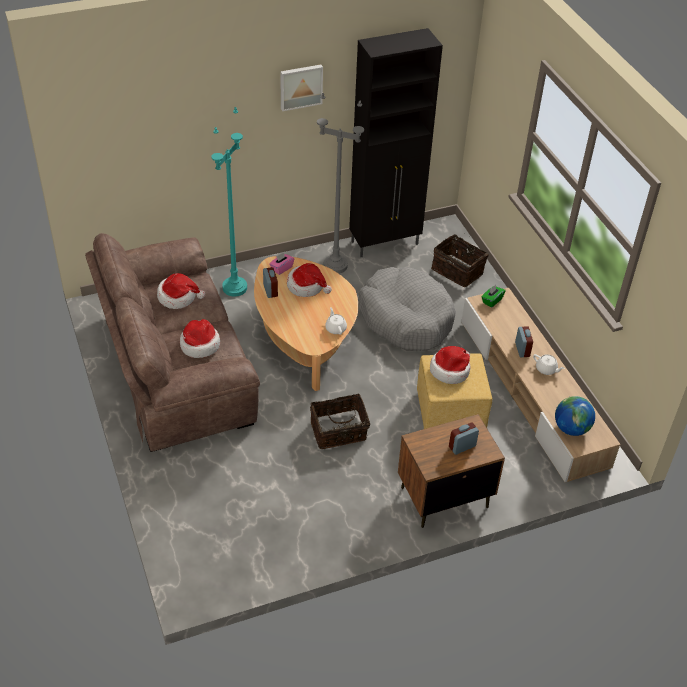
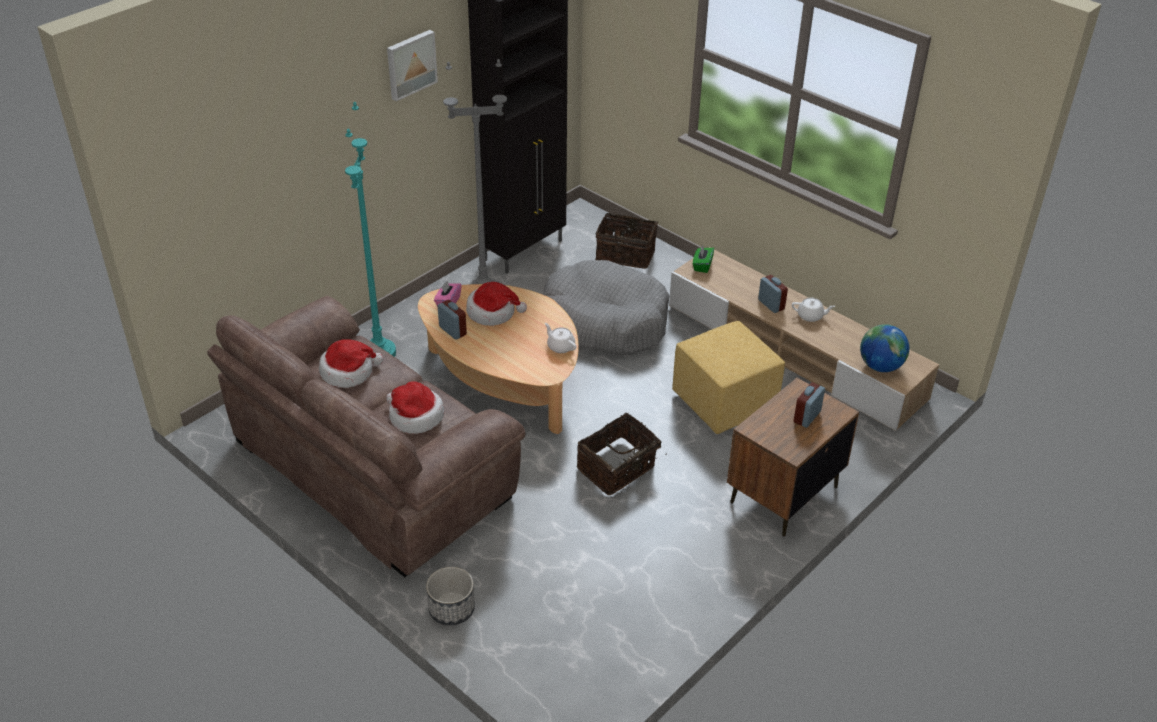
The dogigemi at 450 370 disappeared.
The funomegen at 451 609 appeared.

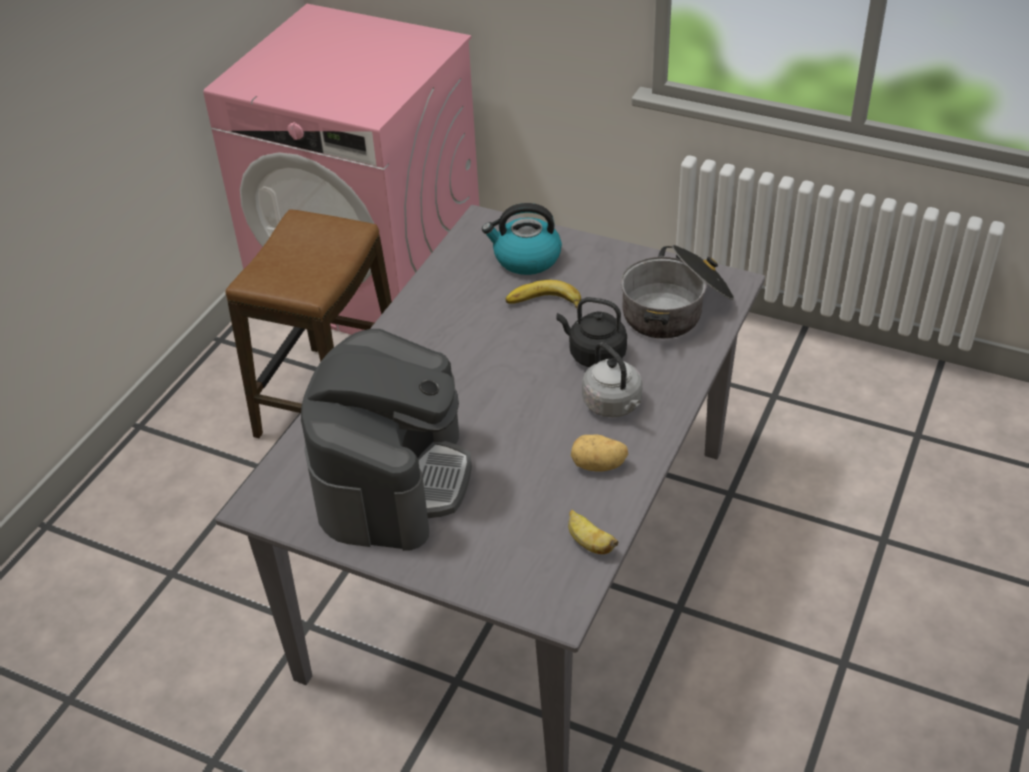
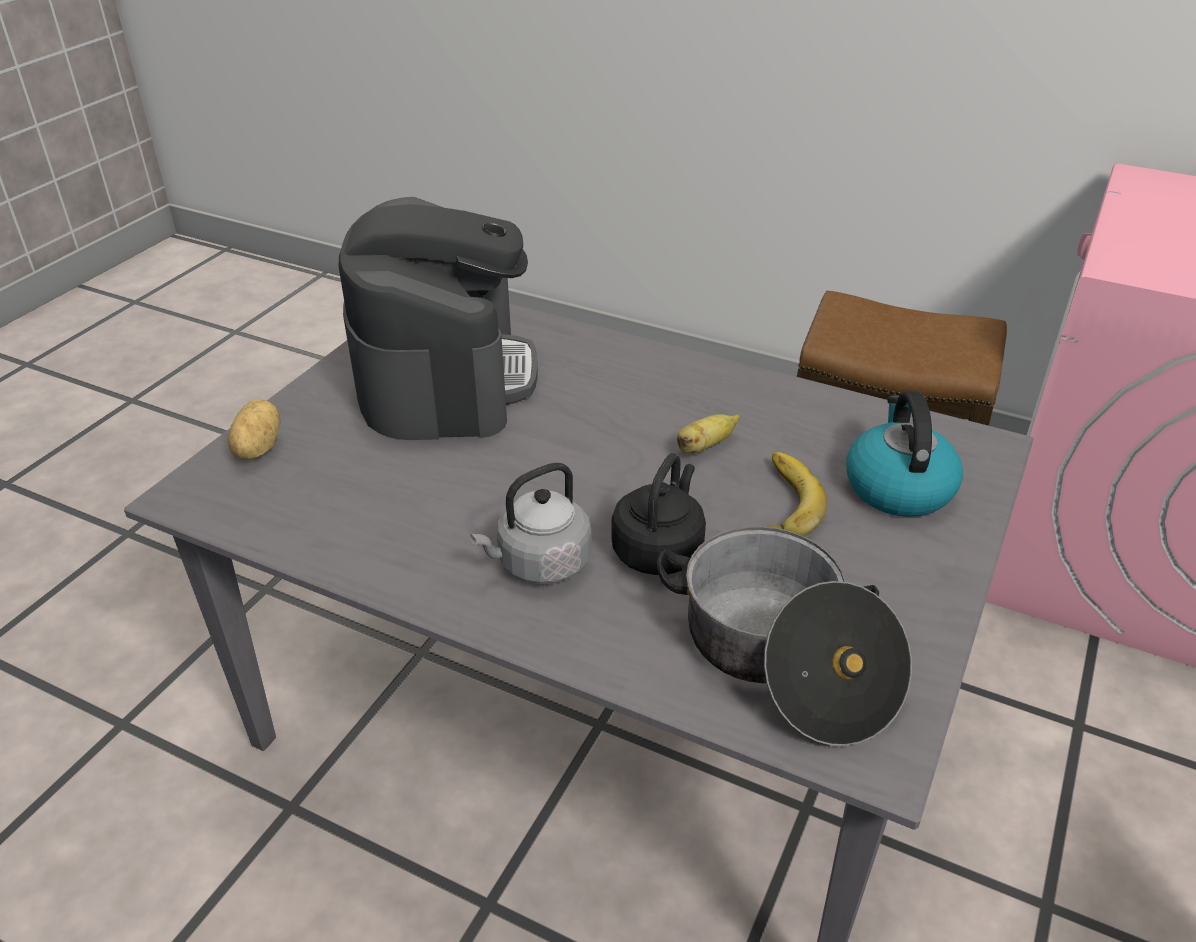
The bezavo at 392 478 turned 105 degrees counterclockwise.
The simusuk moved from 589 543 to 705 446.
The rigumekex moved from 598 466 to 256 449.

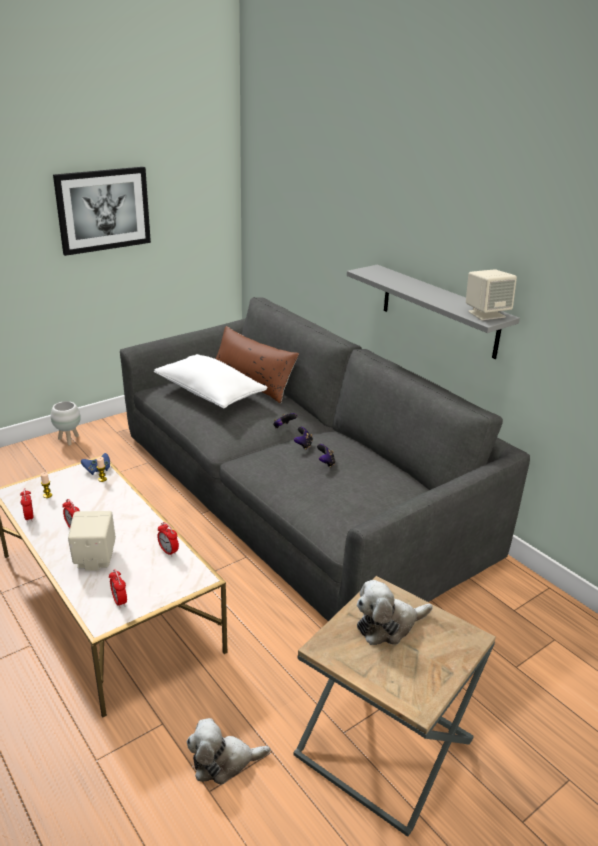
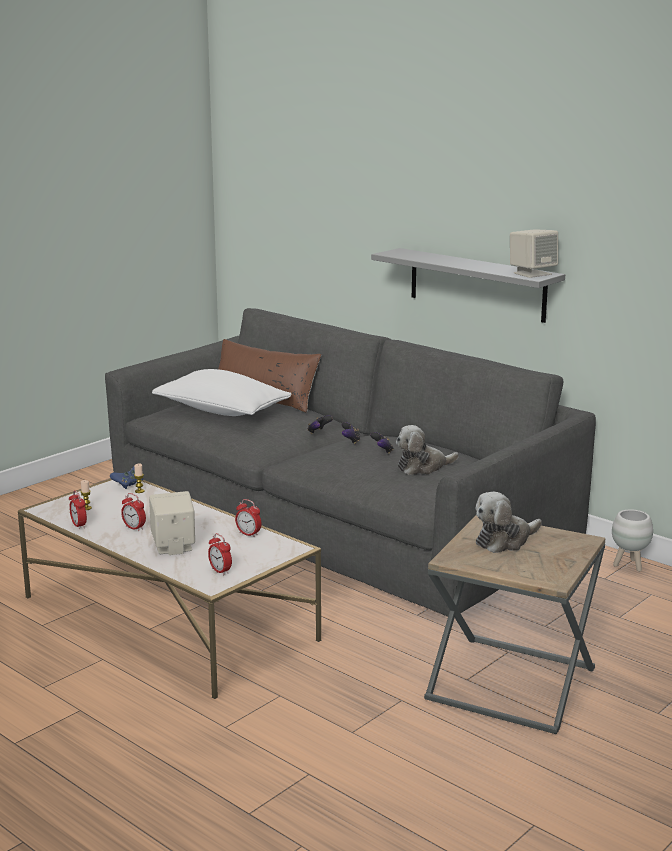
The white_funomegen moved from 69 440 to 629 566.
The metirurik at 103 210 disappeared.
The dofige moved from 223 762 to 423 467.

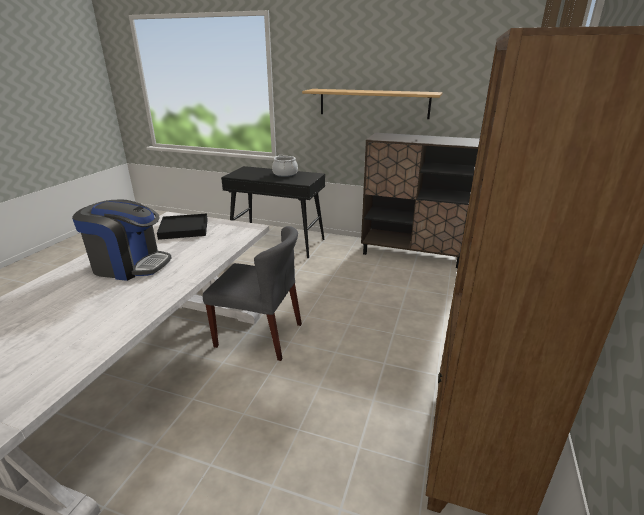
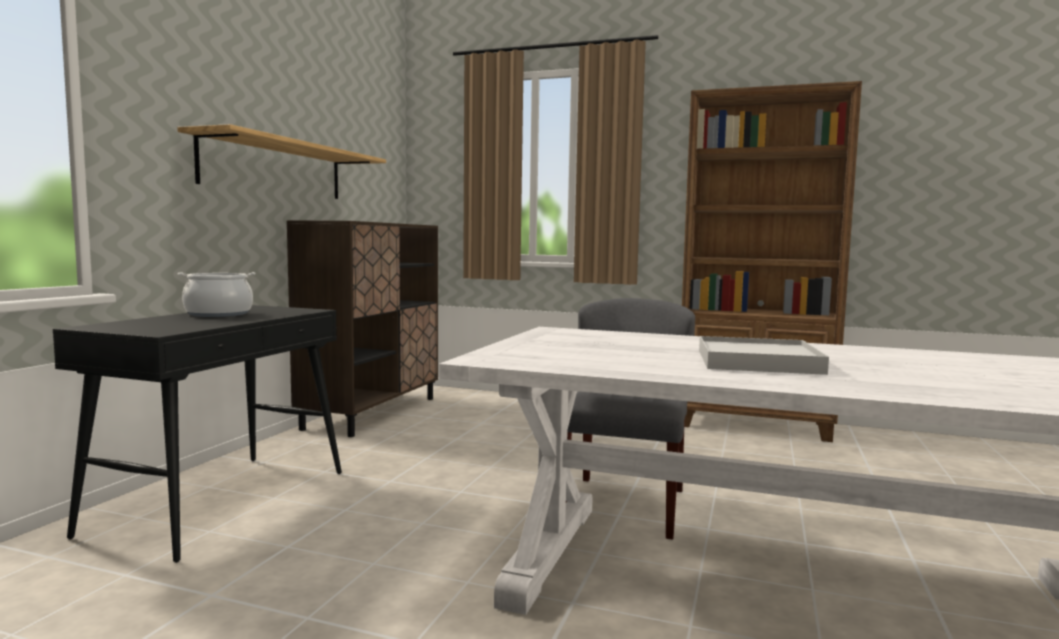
The bezavo at 130 265 was replaced by the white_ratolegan at 757 362.
The black_ratolegan at 184 229 disappeared.

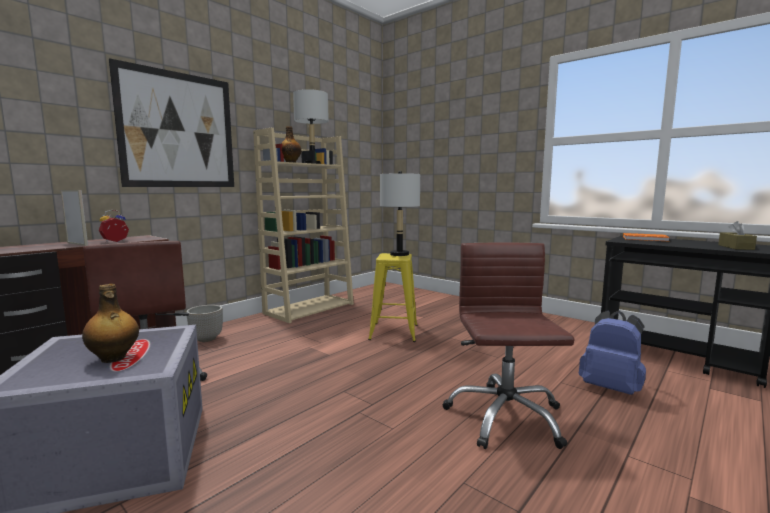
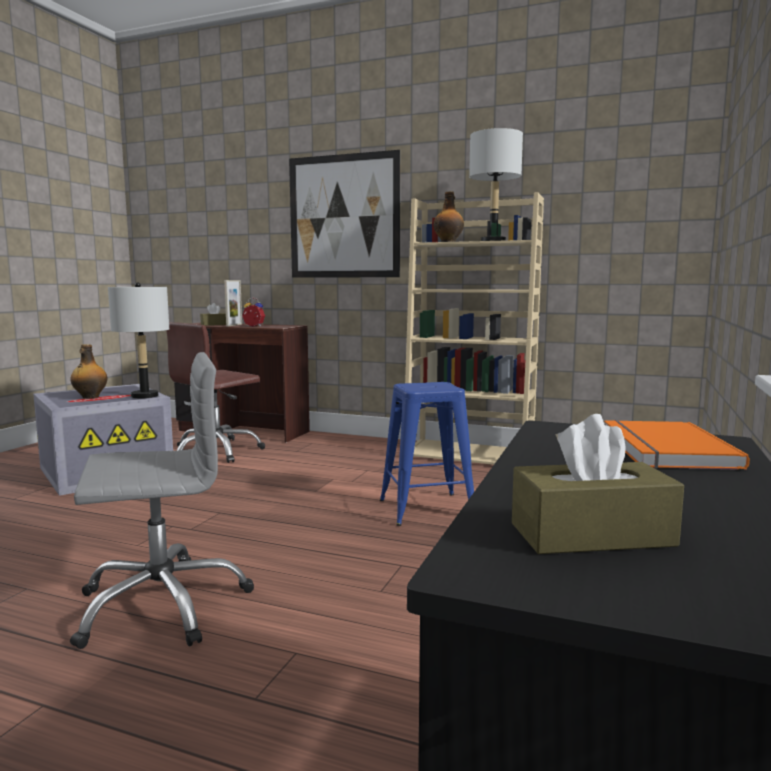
The funomegen at 206 338 disappeared.
The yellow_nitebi at 394 332 became the blue_nitebi at 427 509.
The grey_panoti moved from 399 254 to 144 396.
The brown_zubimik at 504 417 became the grey_zubimik at 162 604.
The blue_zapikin at 611 388 disappeared.
The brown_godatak at 214 324 appeared.

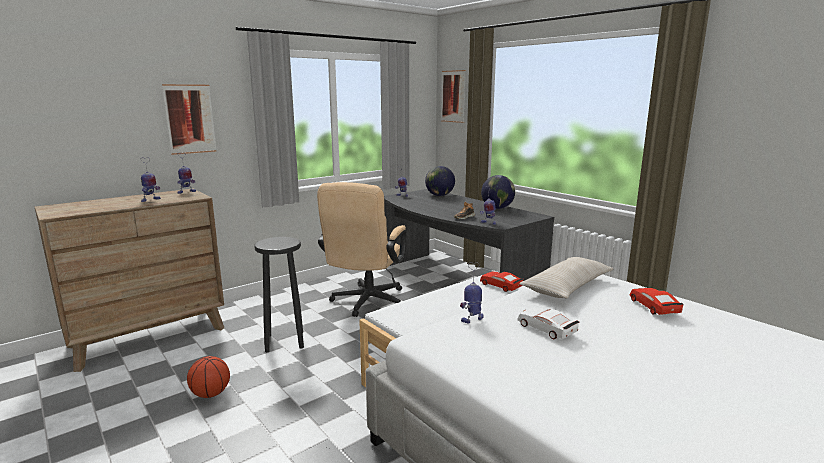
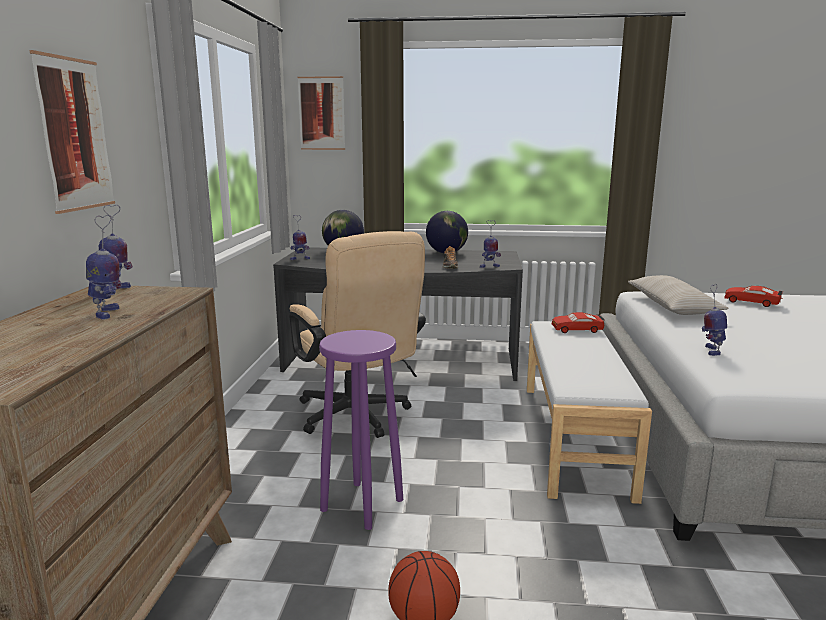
The black_nitebi at 285 341 became the purple_nitebi at 361 504.
The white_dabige at 547 329 disappeared.

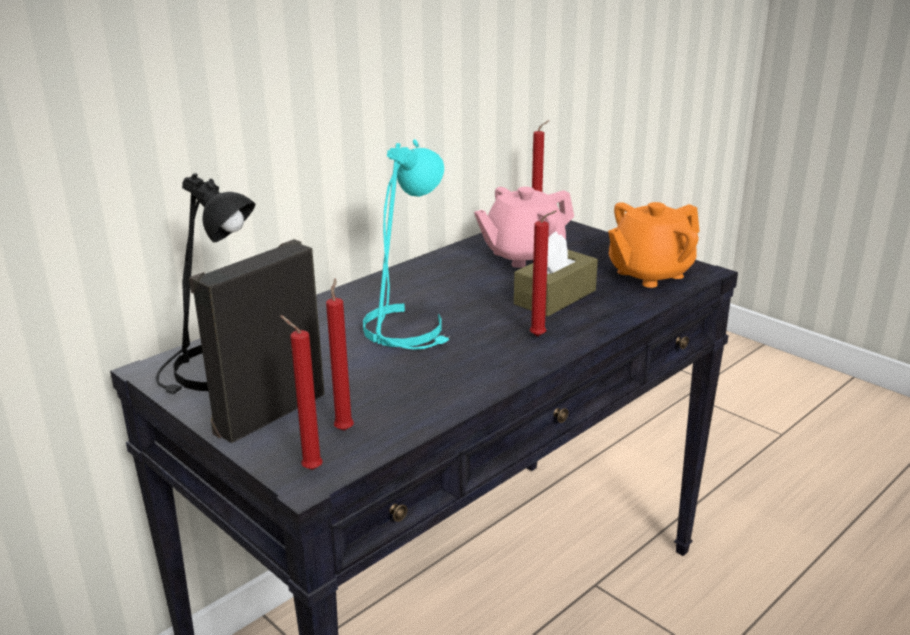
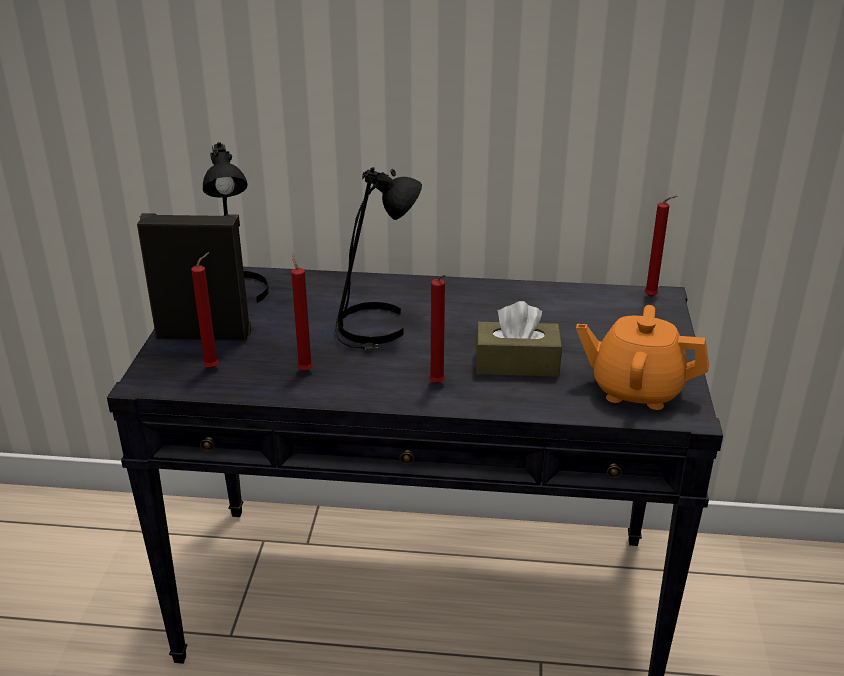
The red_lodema moved from 309 469 to 304 370.
The turquoise_panoti at 407 329 became the black_panoti at 374 328.
The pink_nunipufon at 523 255 disappeared.

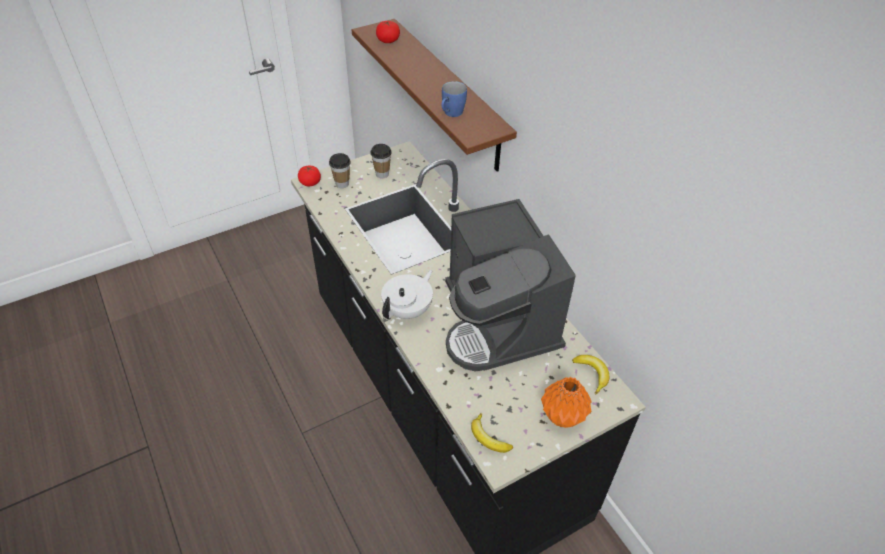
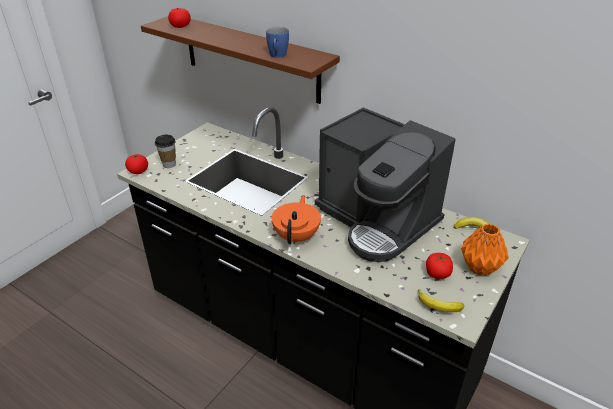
The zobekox at 382 174 disappeared.
The white_nunipufon at 408 310 became the orange_nunipufon at 297 236.
The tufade at 437 274 appeared.

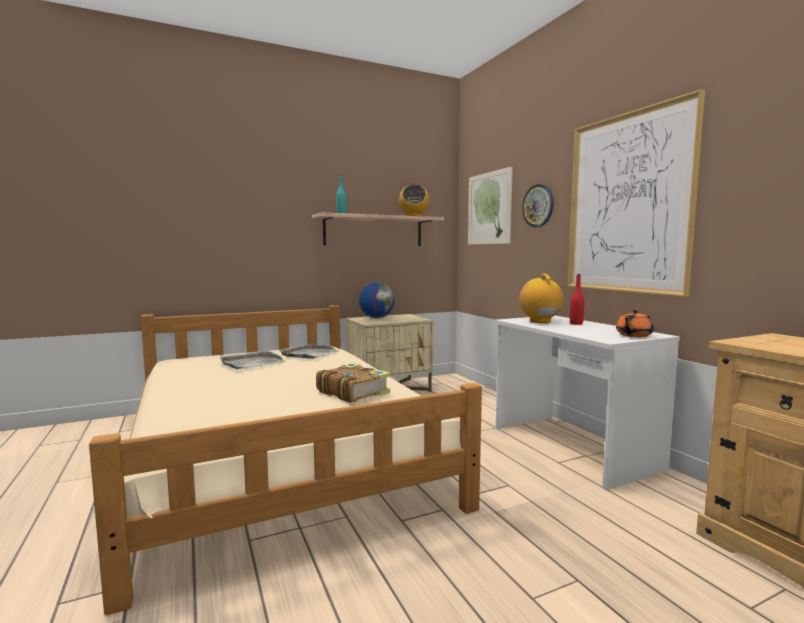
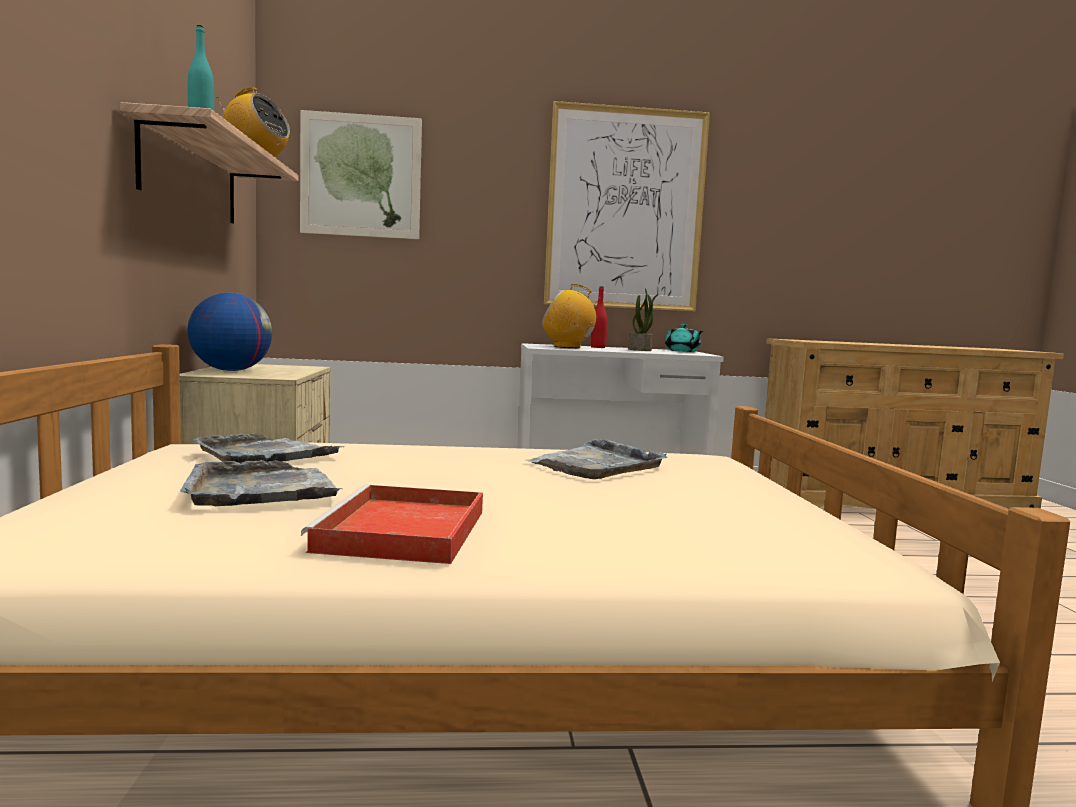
The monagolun at 353 392 was replaced by the grey_ratolegan at 596 465.
The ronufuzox at 538 206 disappeared.
The orange_nunipufon at 633 335 became the turquoise_nunipufon at 682 351.
The red_ratolegan at 403 532 appeared.
The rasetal at 640 350 appeared.

